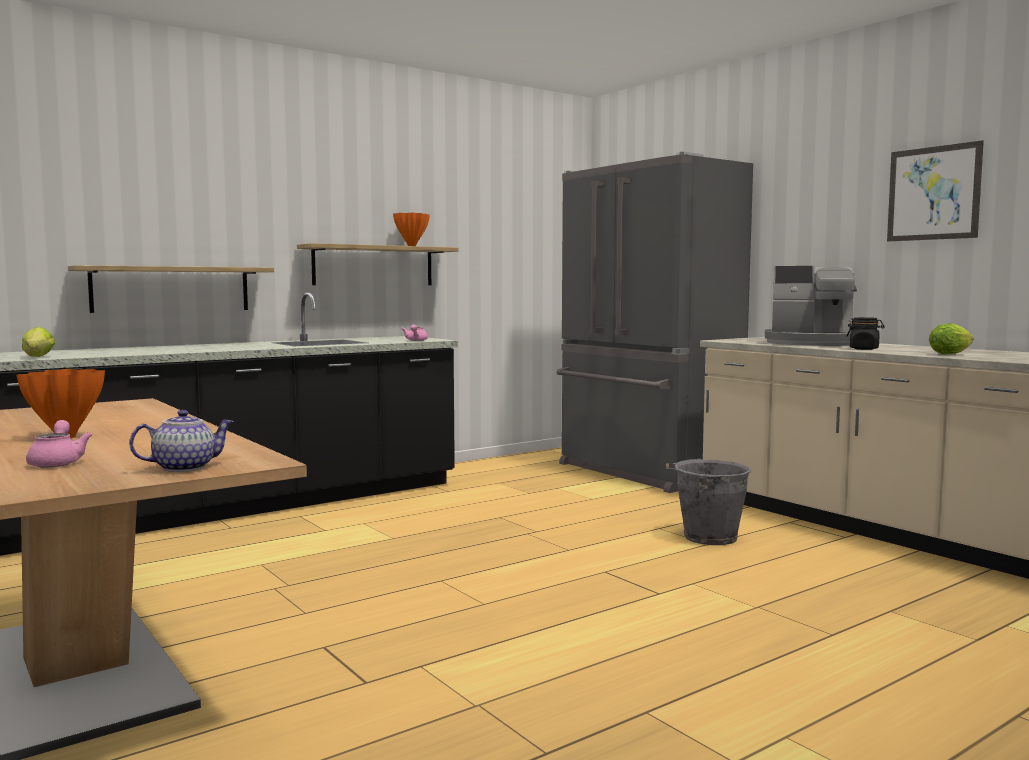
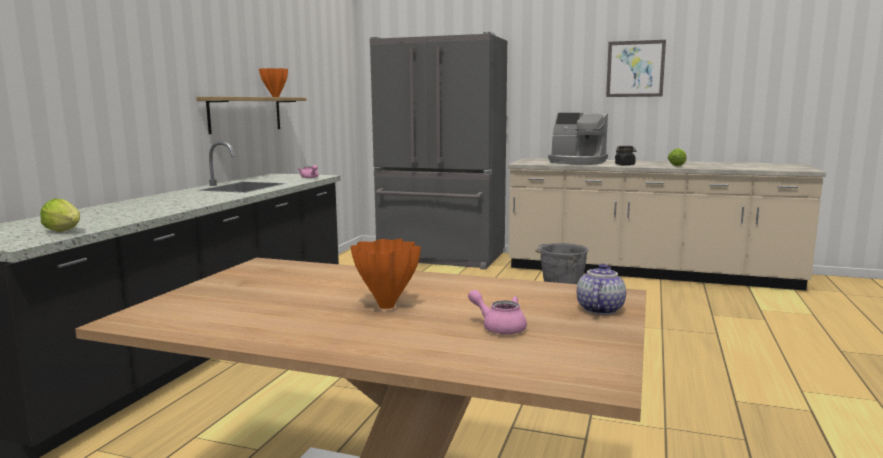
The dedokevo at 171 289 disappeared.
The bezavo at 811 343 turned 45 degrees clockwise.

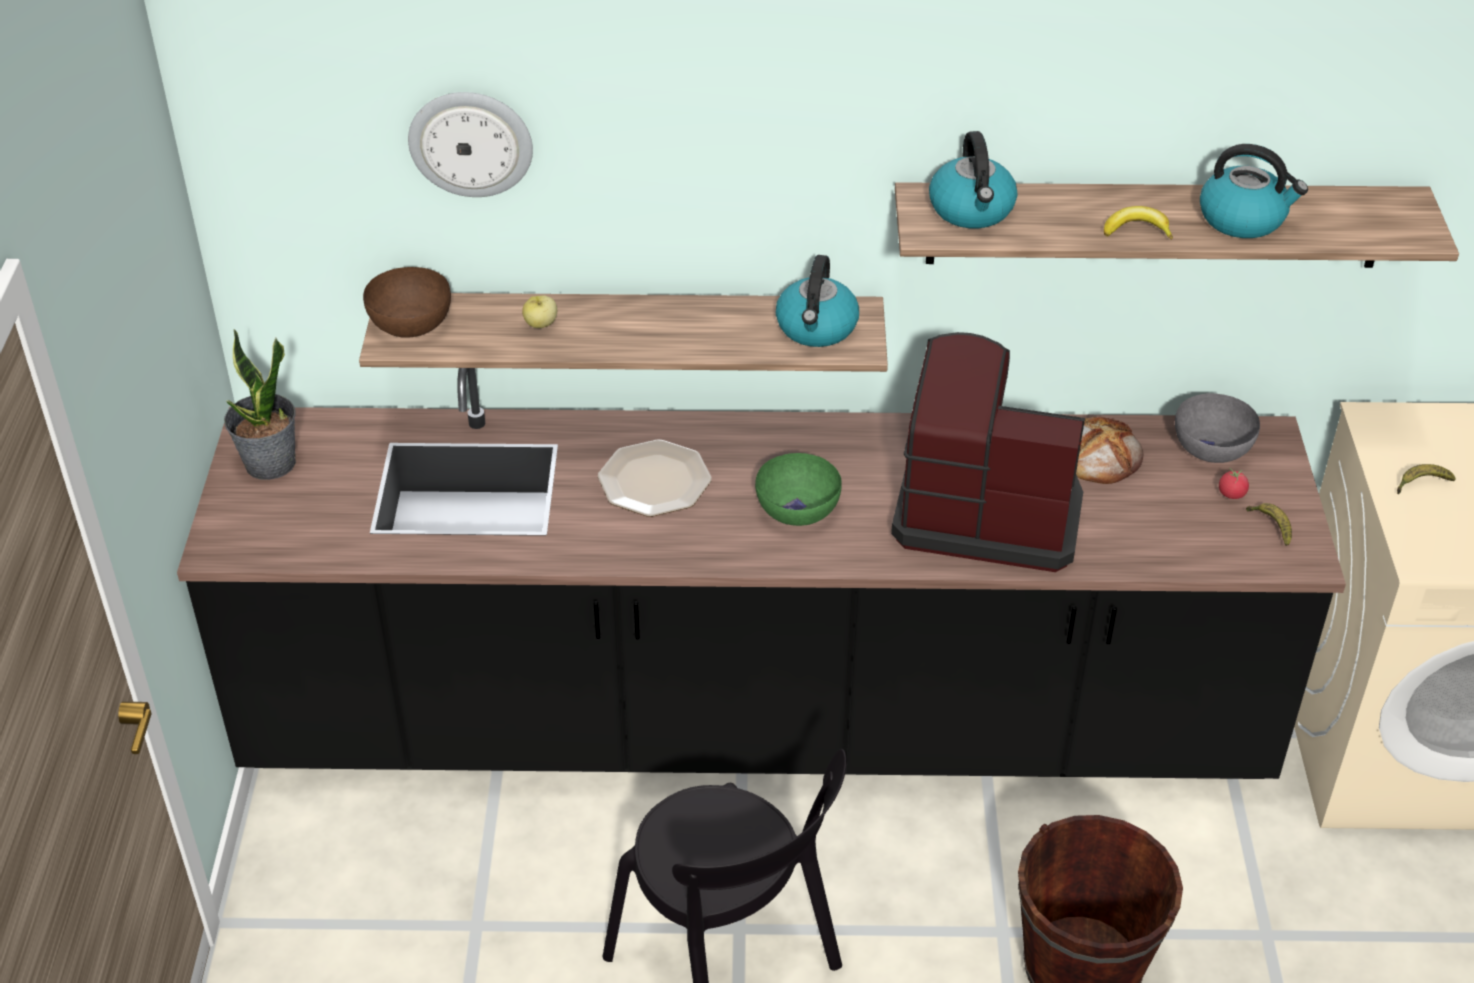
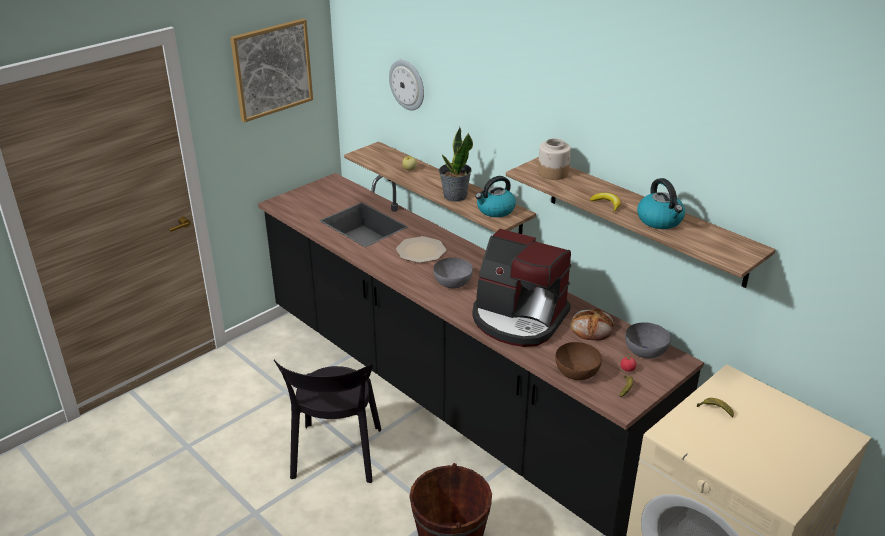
The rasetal moved from 270 464 to 455 196.
The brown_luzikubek moved from 411 322 to 577 372.
The green_luzikubek at 797 510 became the grey_luzikubek at 452 283.
The bezavo at 986 510 turned 150 degrees clockwise.
The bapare at 972 210 was replaced by the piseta at 553 173.
The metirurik at 272 69 appeared.

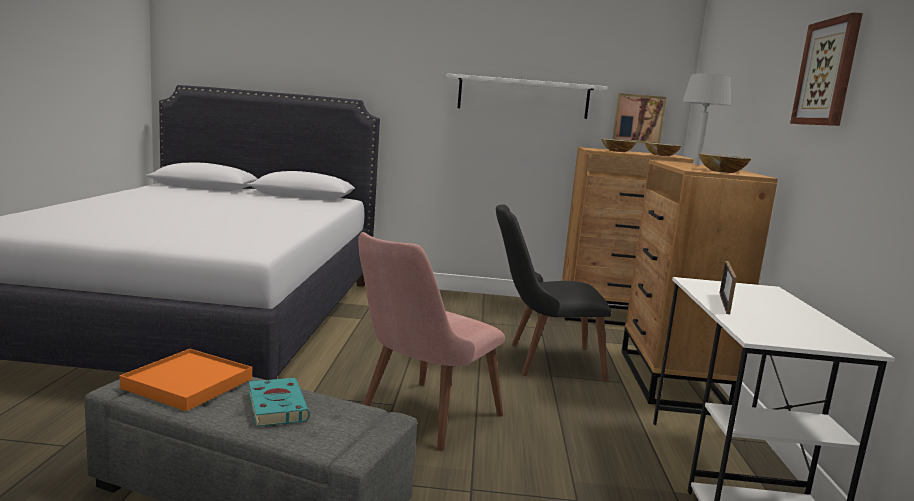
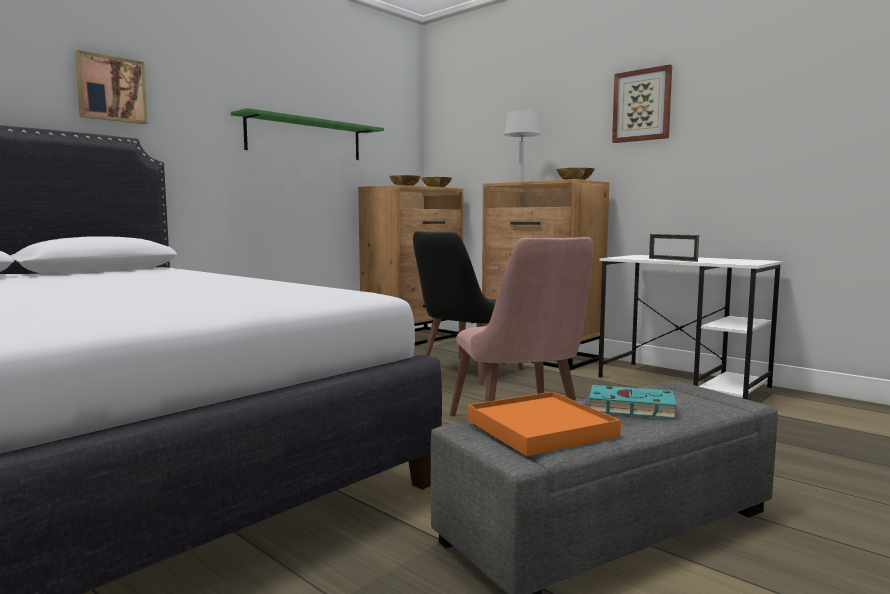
The white_dedokevo at 523 97 became the green_dedokevo at 305 138.
The metirurik moved from 638 118 to 111 89.

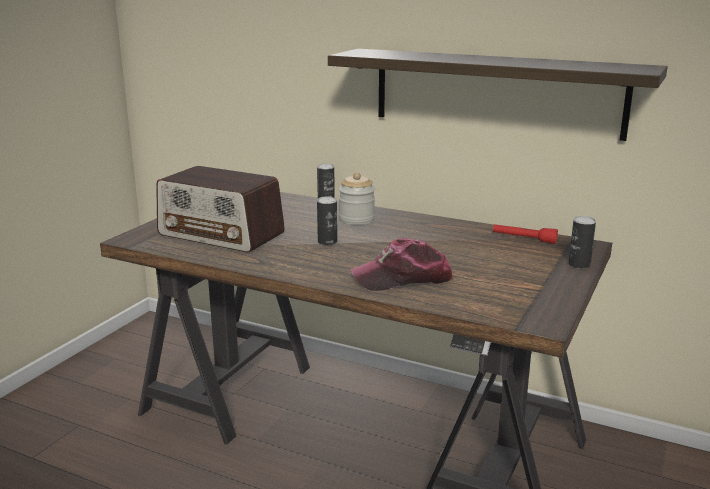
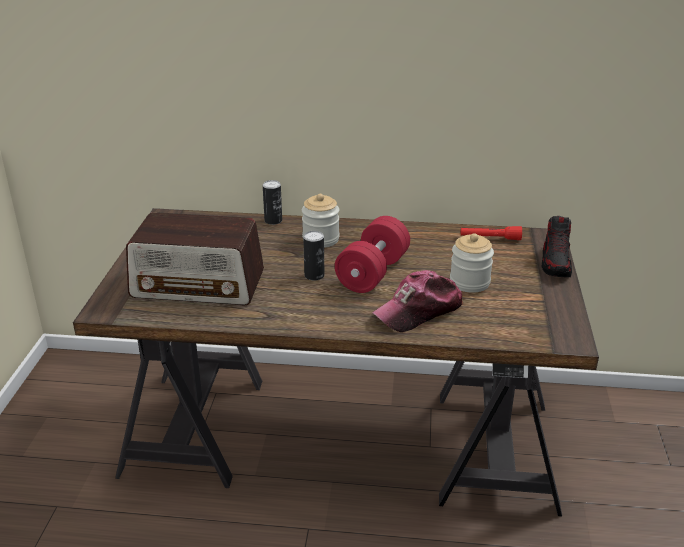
The dedokevo at 496 92 disappeared.
The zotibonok at 579 265 was replaced by the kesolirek at 556 263.
The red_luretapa at 373 273 appeared.
The piseta at 469 282 appeared.

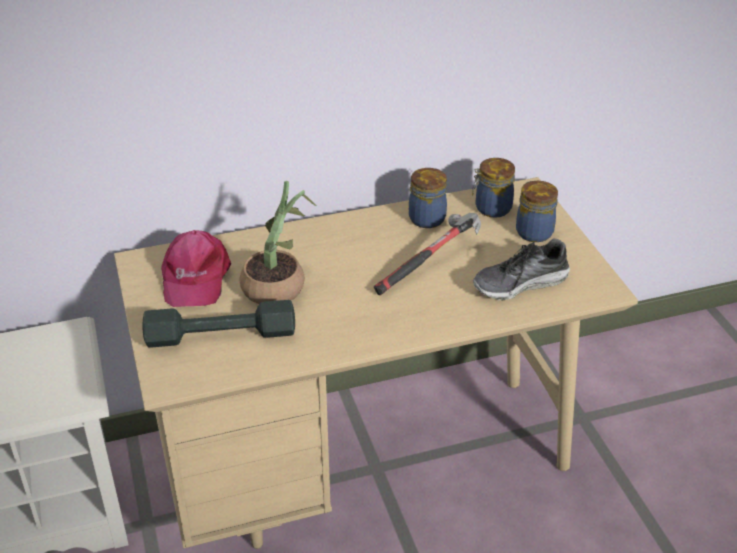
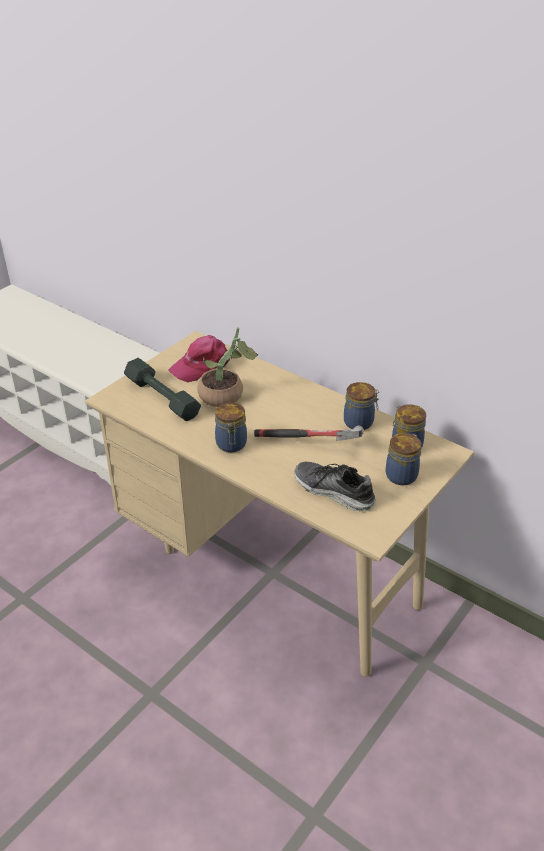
The piseta at 231 445 appeared.

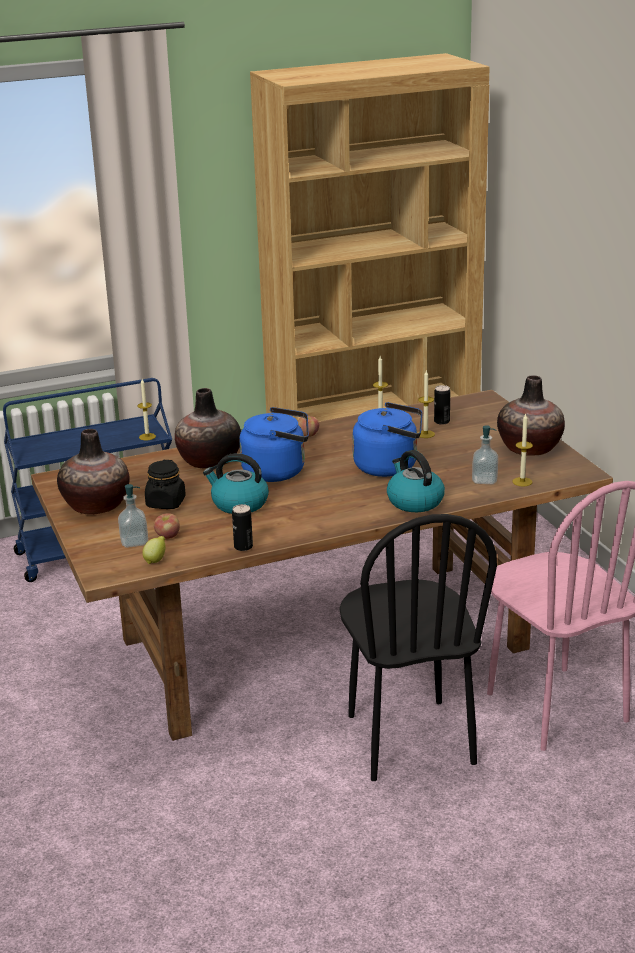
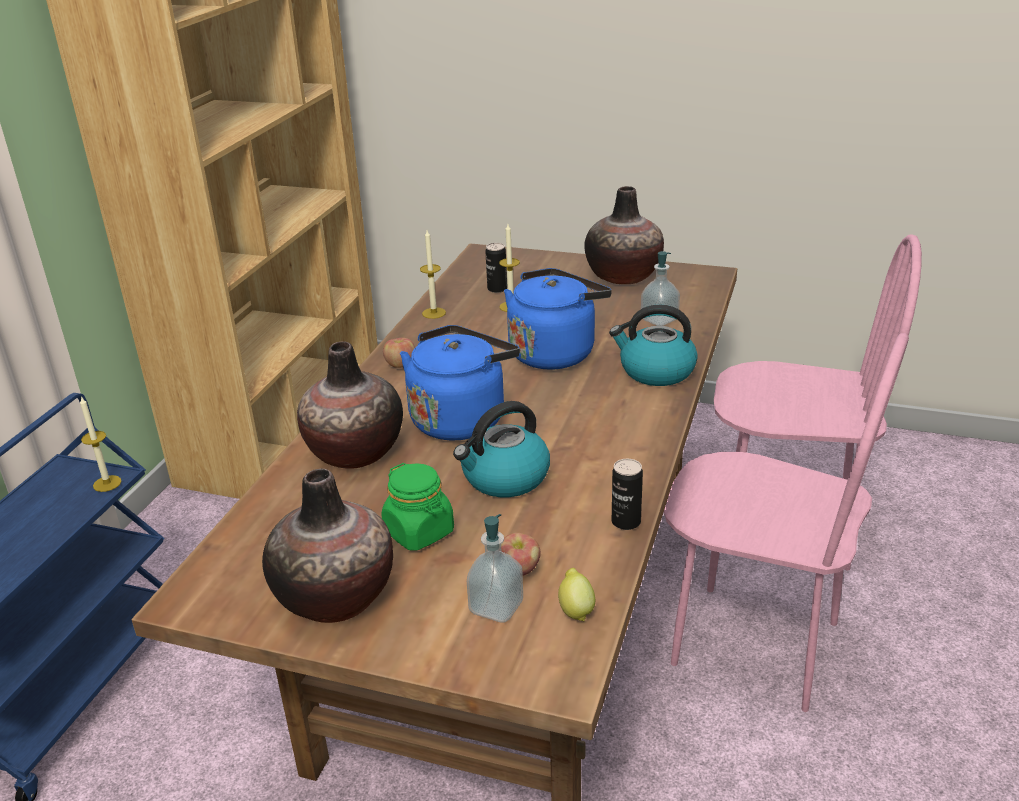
The black_piseta at 166 503 became the green_piseta at 419 532.
The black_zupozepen at 409 739 became the pink_zupozepen at 755 644.
The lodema at 522 482 disappeared.

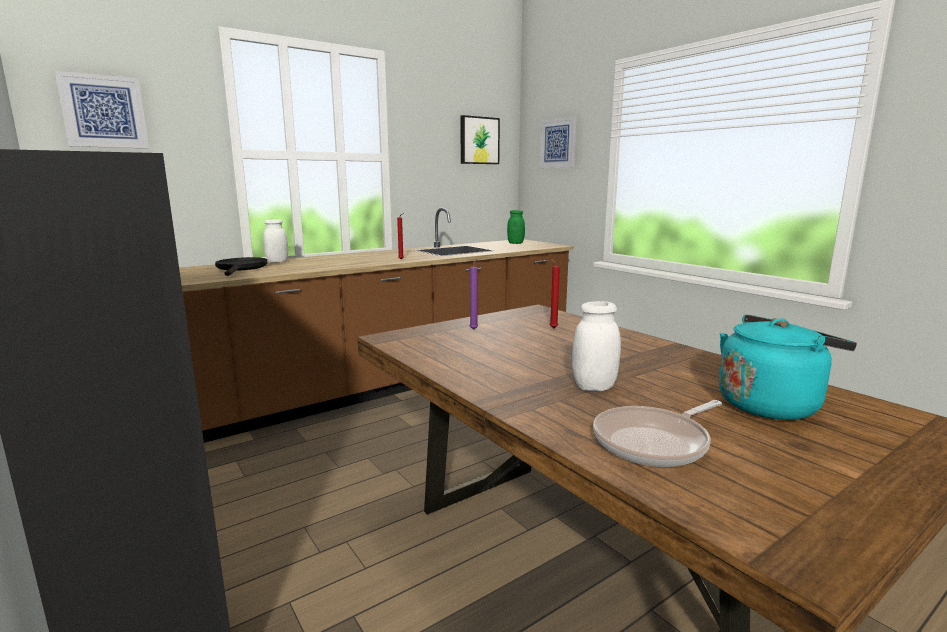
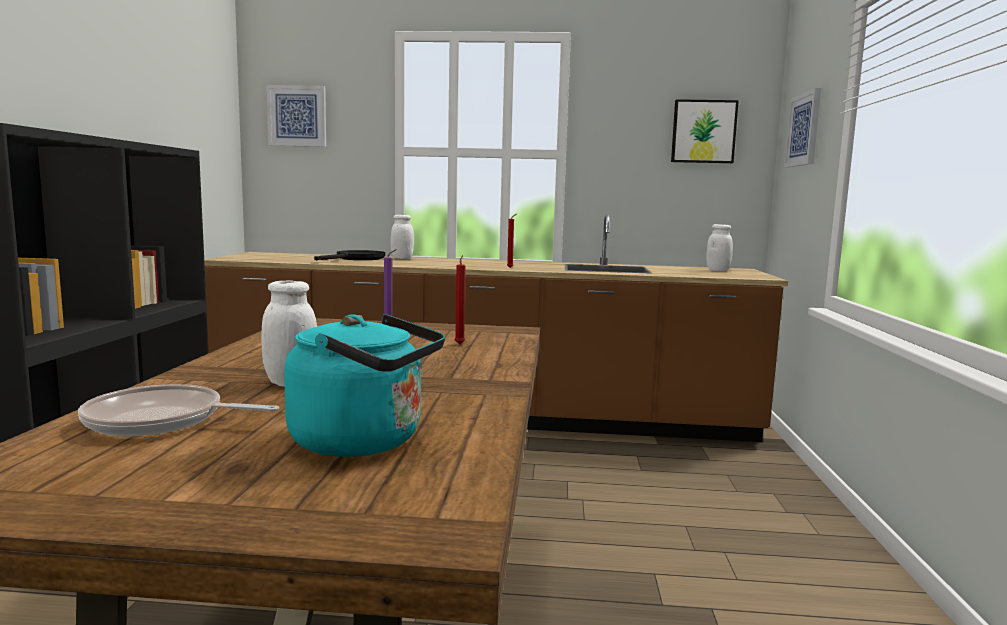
The green_piseta at 515 243 became the white_piseta at 718 271.

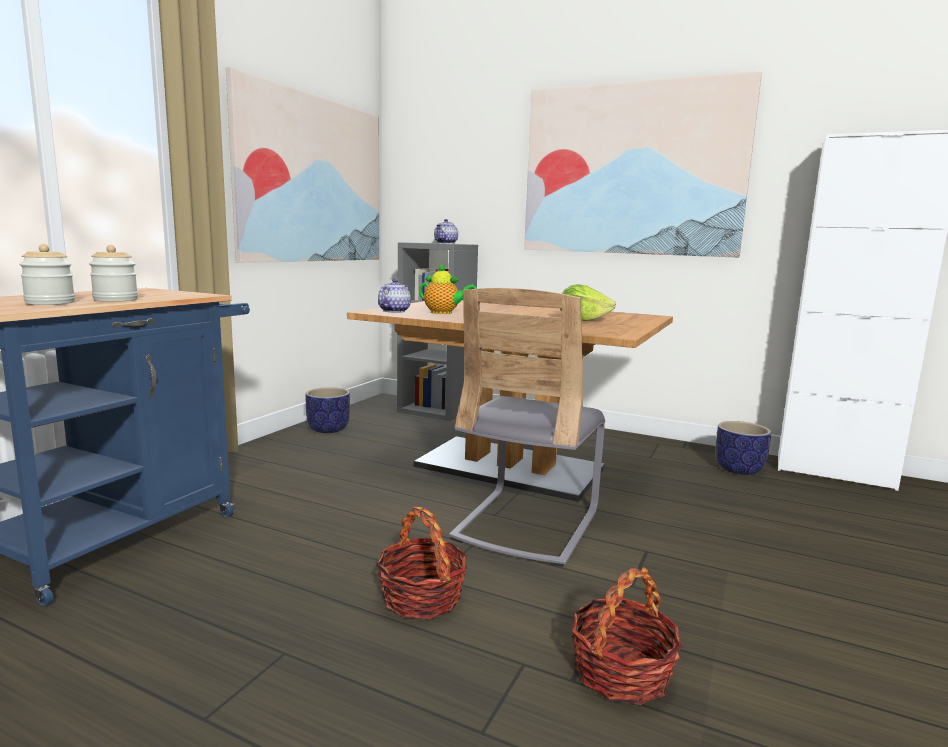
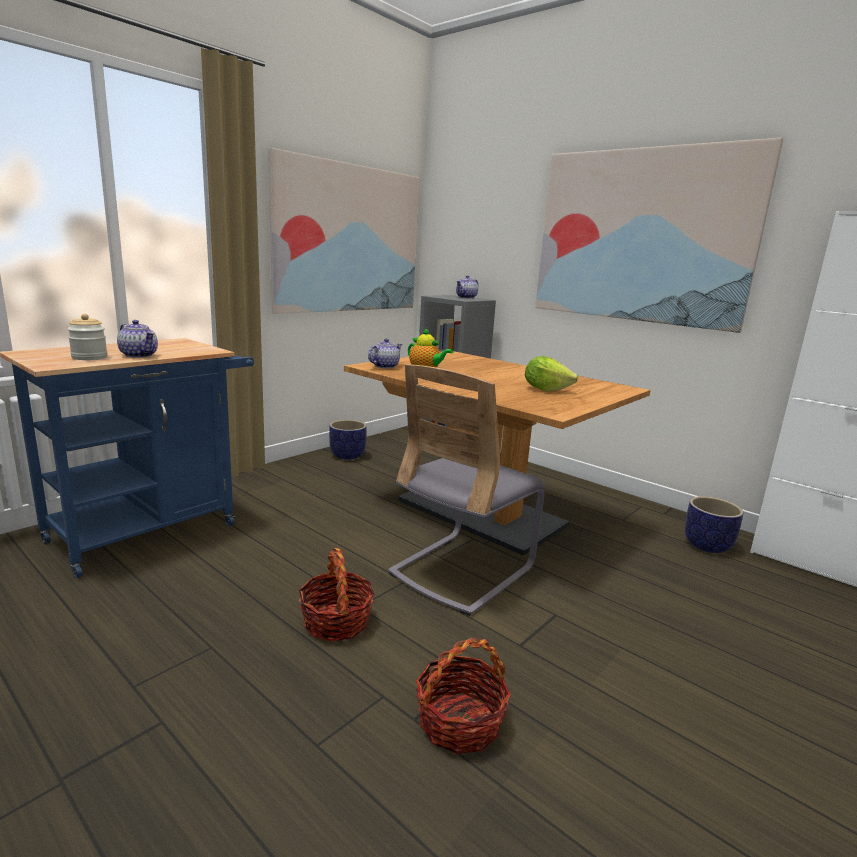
The piseta at 115 300 was replaced by the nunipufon at 139 355.

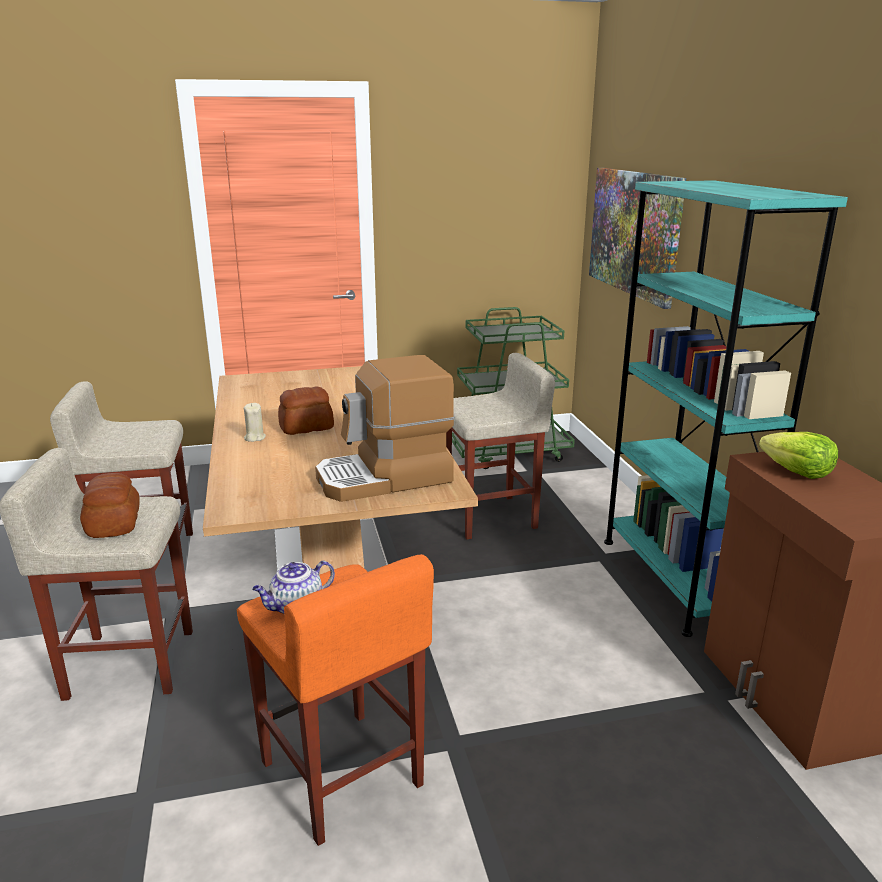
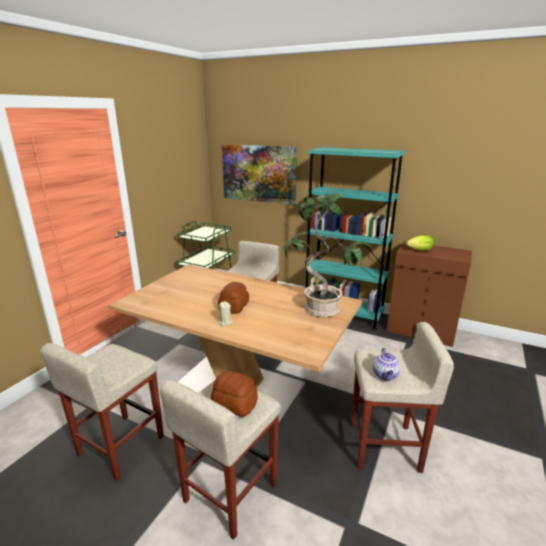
The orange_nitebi at 342 775 became the beige_nitebi at 385 447.
The bezavo at 385 478 was replaced by the rasetal at 320 309.

